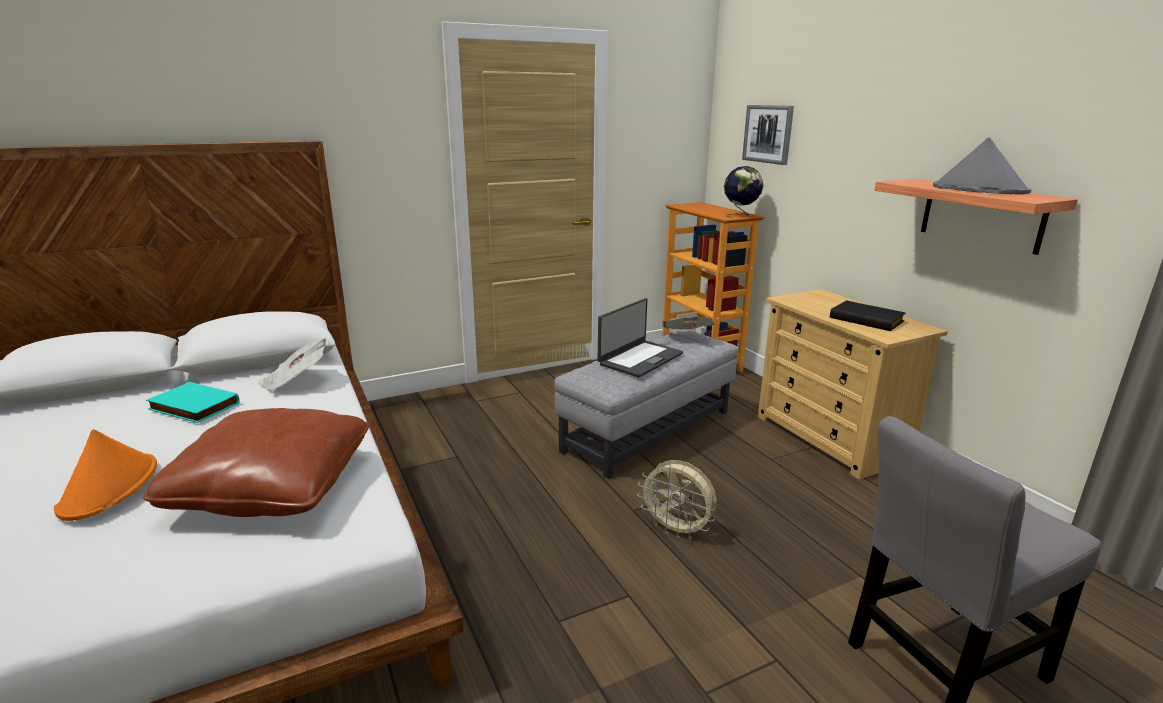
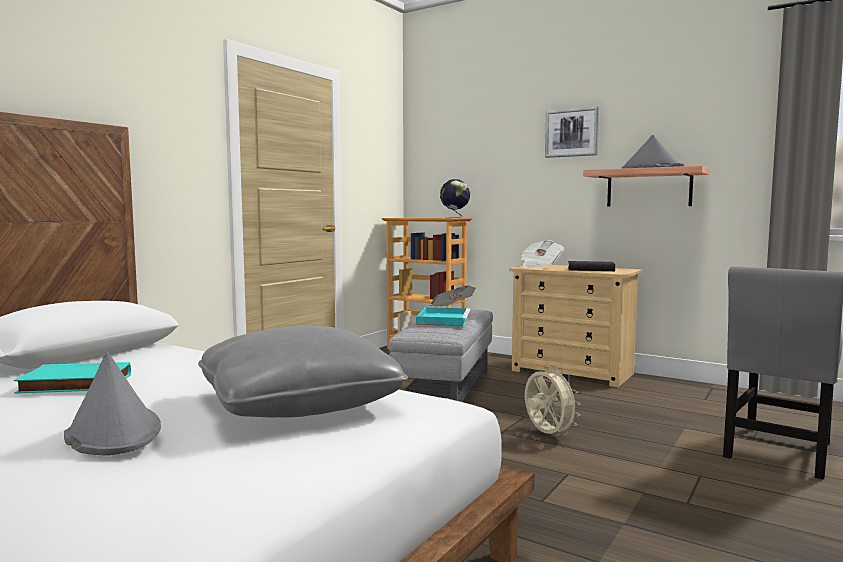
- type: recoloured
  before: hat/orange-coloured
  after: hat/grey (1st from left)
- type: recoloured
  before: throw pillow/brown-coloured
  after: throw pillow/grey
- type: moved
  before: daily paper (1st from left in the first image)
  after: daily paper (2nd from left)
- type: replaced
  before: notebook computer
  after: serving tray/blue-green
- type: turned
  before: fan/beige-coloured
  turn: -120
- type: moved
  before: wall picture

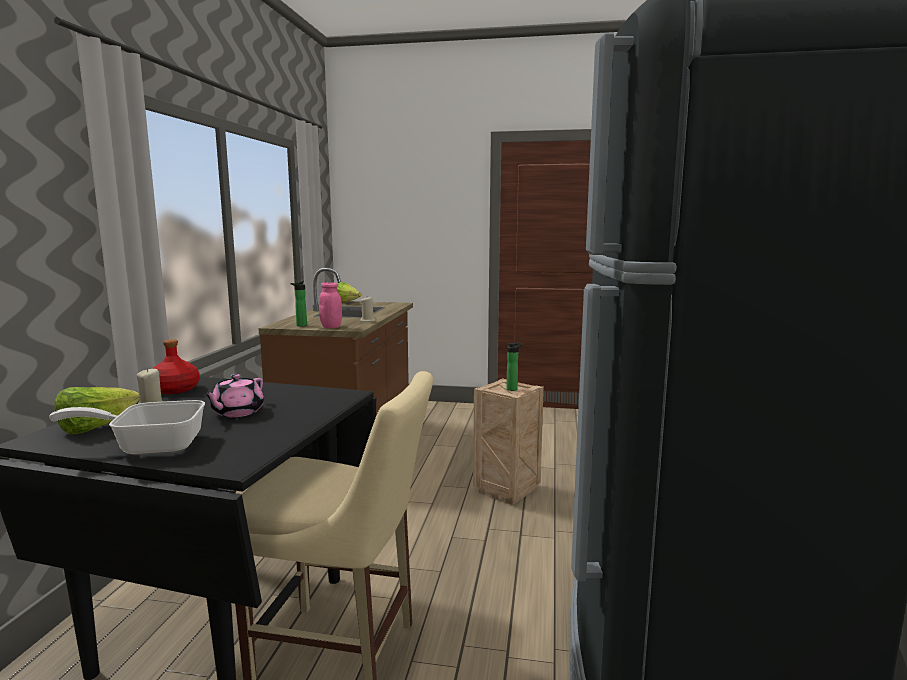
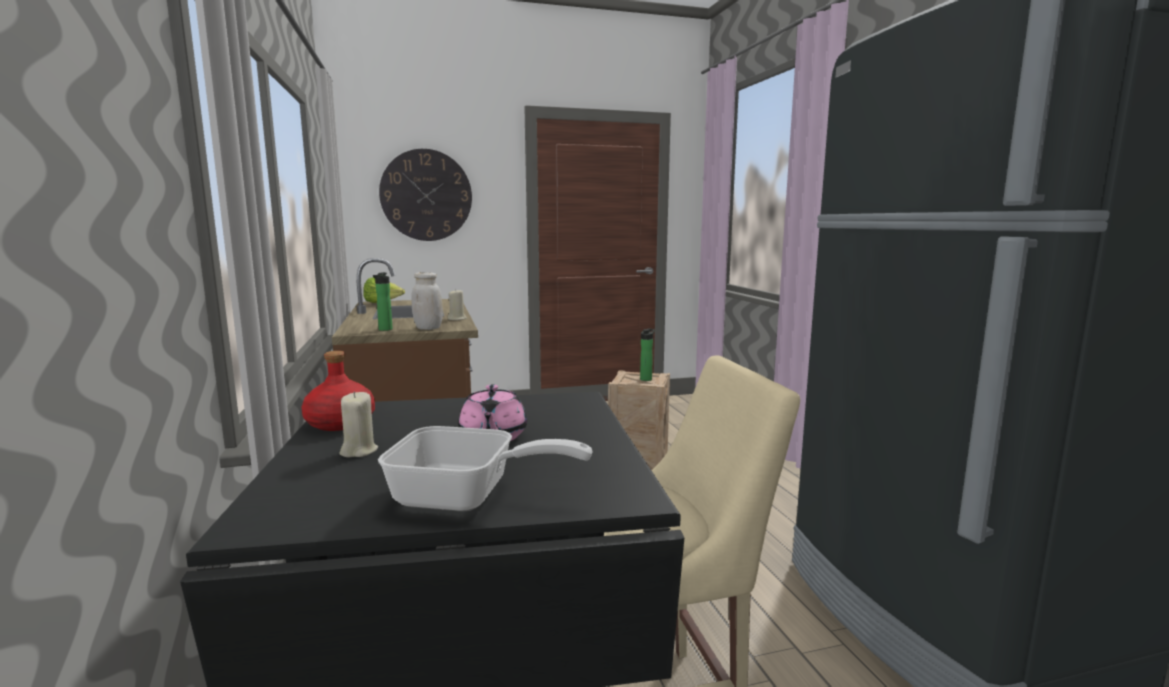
- type: turned
  before: frying pan
  turn: -135
- type: removed
  before: lettuce head (1st from left)
- type: recoloured
  before: jar/pink
  after: jar/white-coloured
- type: added
  after: wall clock

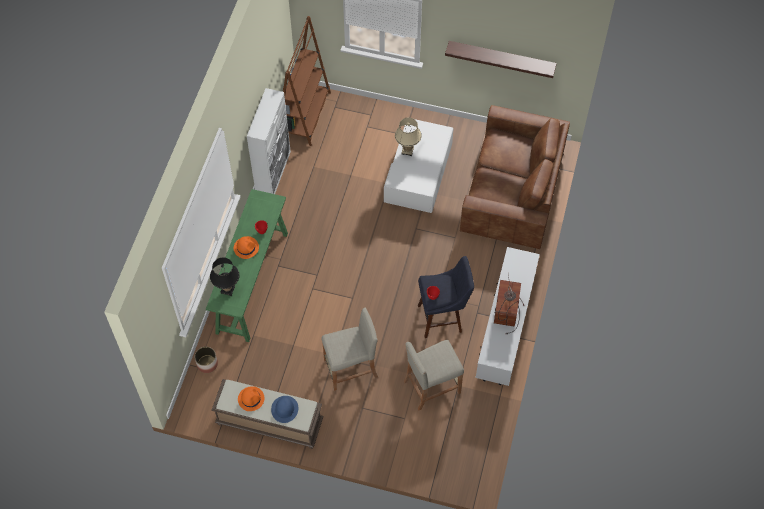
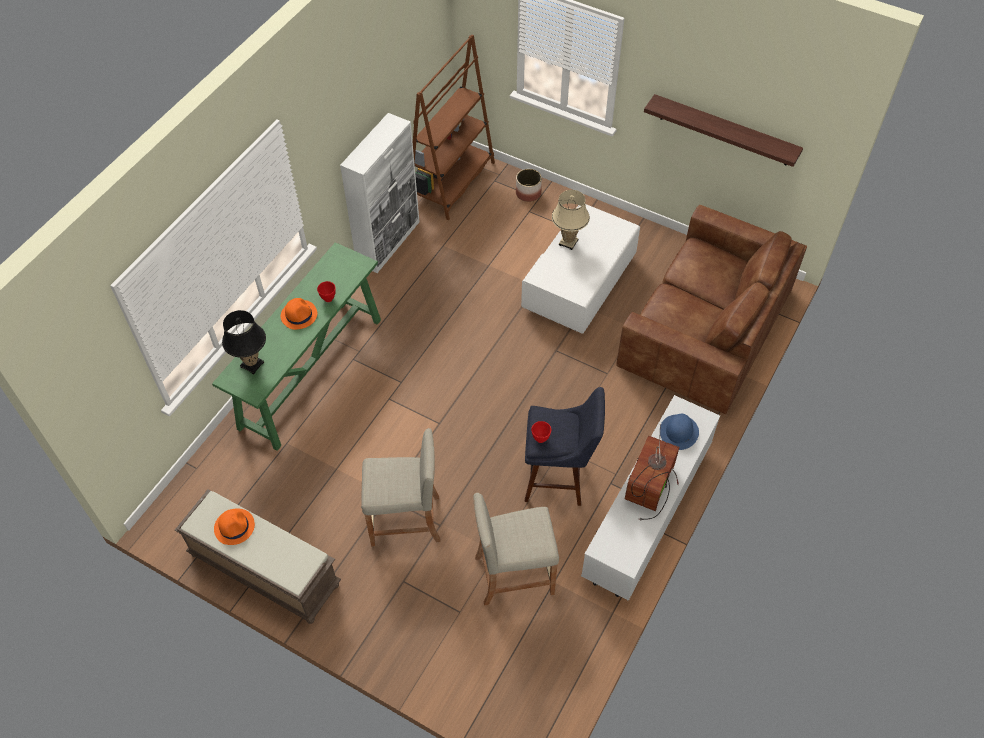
- type: moved
  before: flower pot
- type: moved
  before: hat/bluish

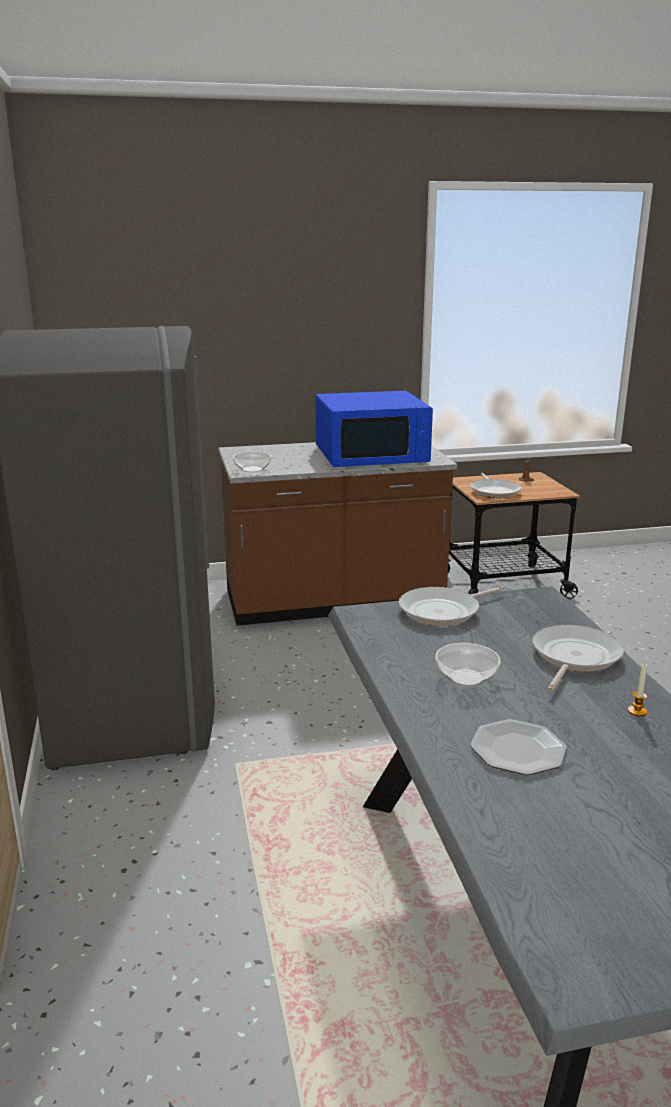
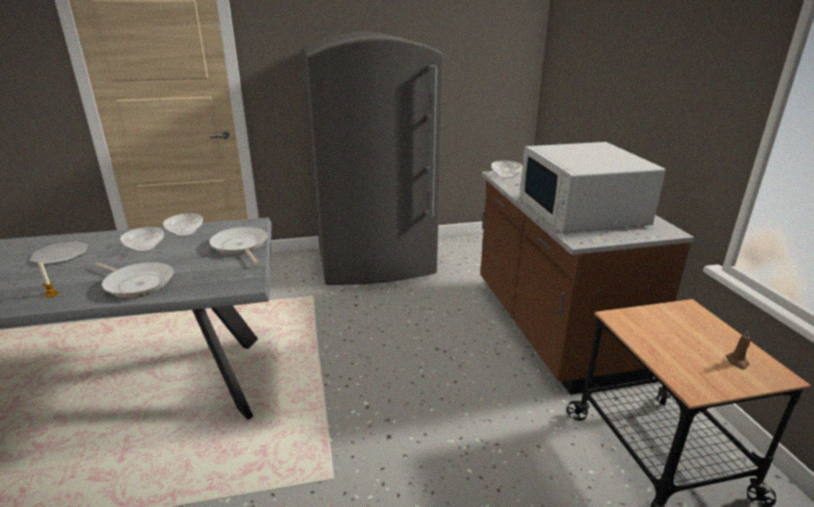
- type: recoloured
  before: microwave/bluish
  after: microwave/white-coloured
- type: removed
  before: frying pan (2nd from left)
- type: added
  after: bowl (2nd from left)

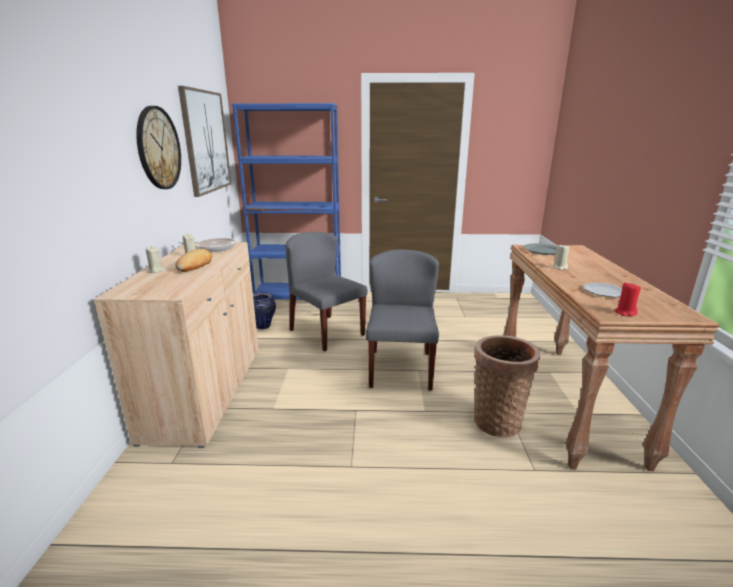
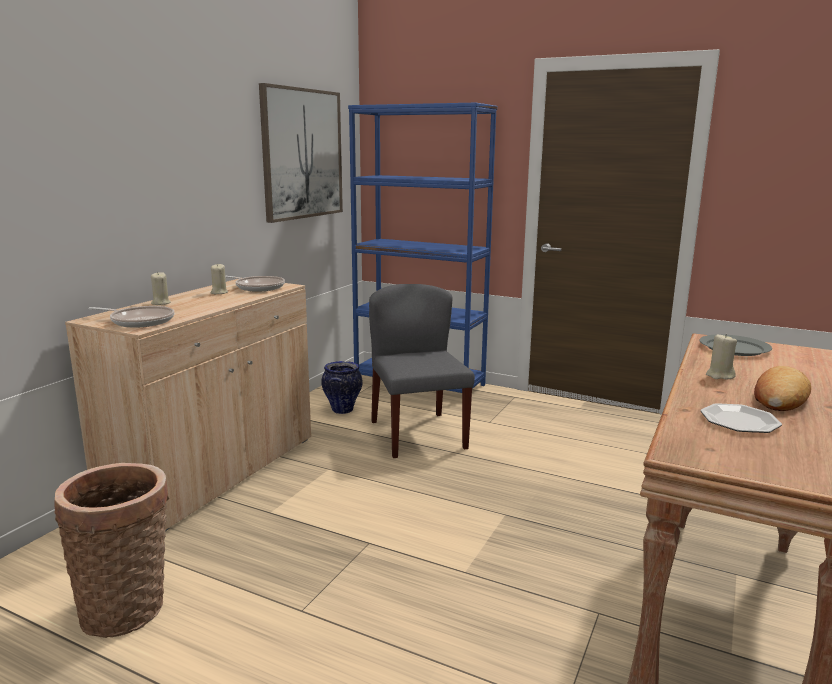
- type: removed
  before: wall clock
- type: moved
  before: bread
- type: removed
  before: chair/grey (2nd from left)
- type: moved
  before: basket
- type: removed
  before: wax light/red
- type: added
  after: frying pan (1st from left)

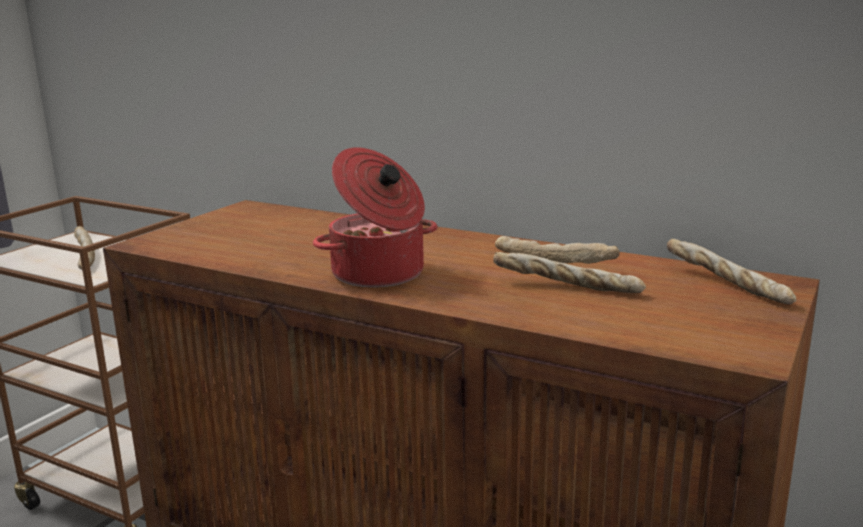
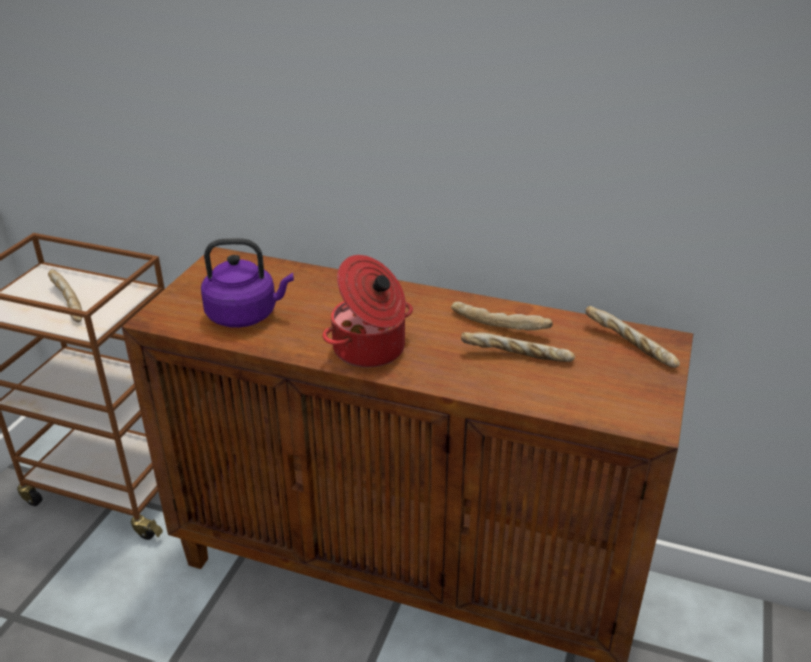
- type: added
  after: tea kettle/purplish

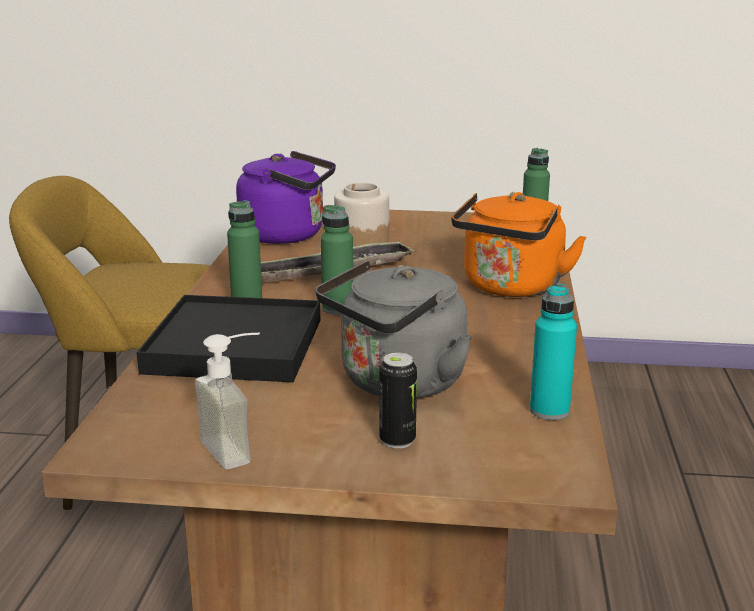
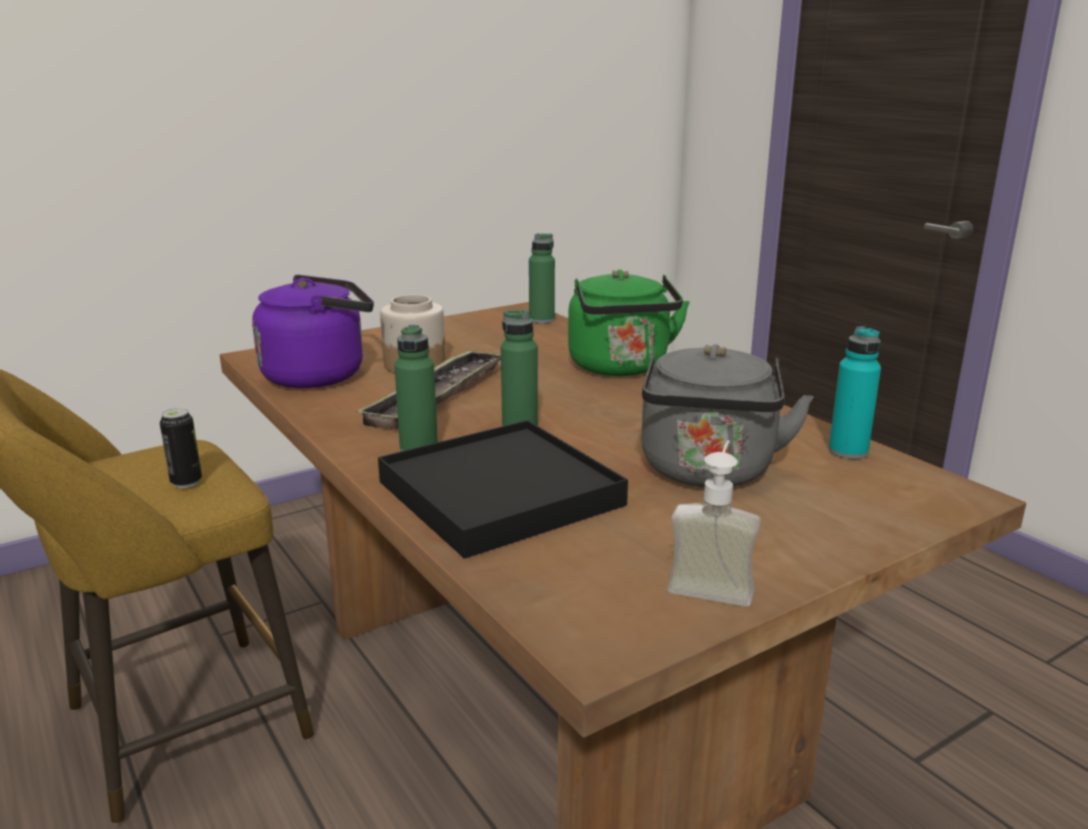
- type: moved
  before: metal can
- type: recoloured
  before: tea kettle/orange-coloured
  after: tea kettle/greenish

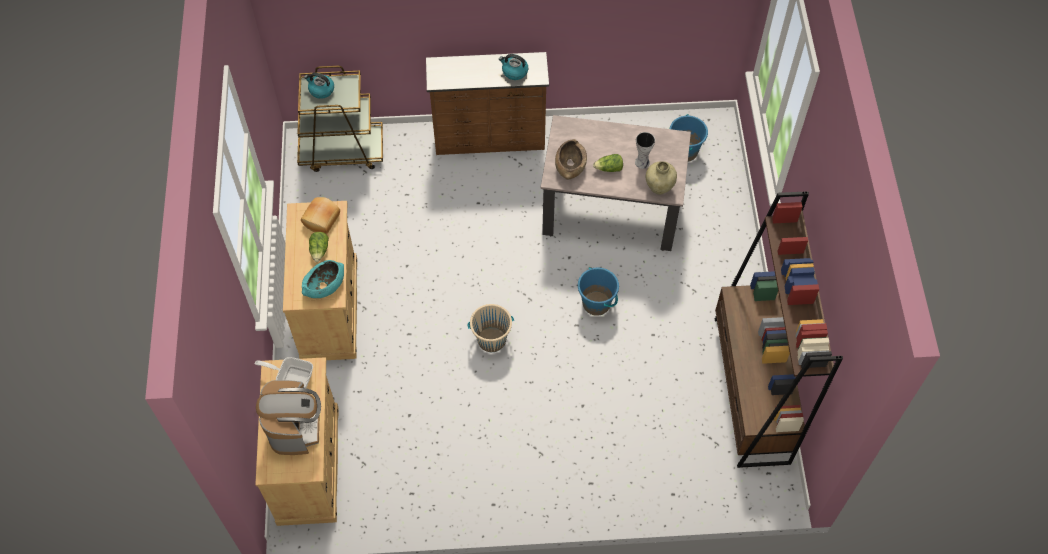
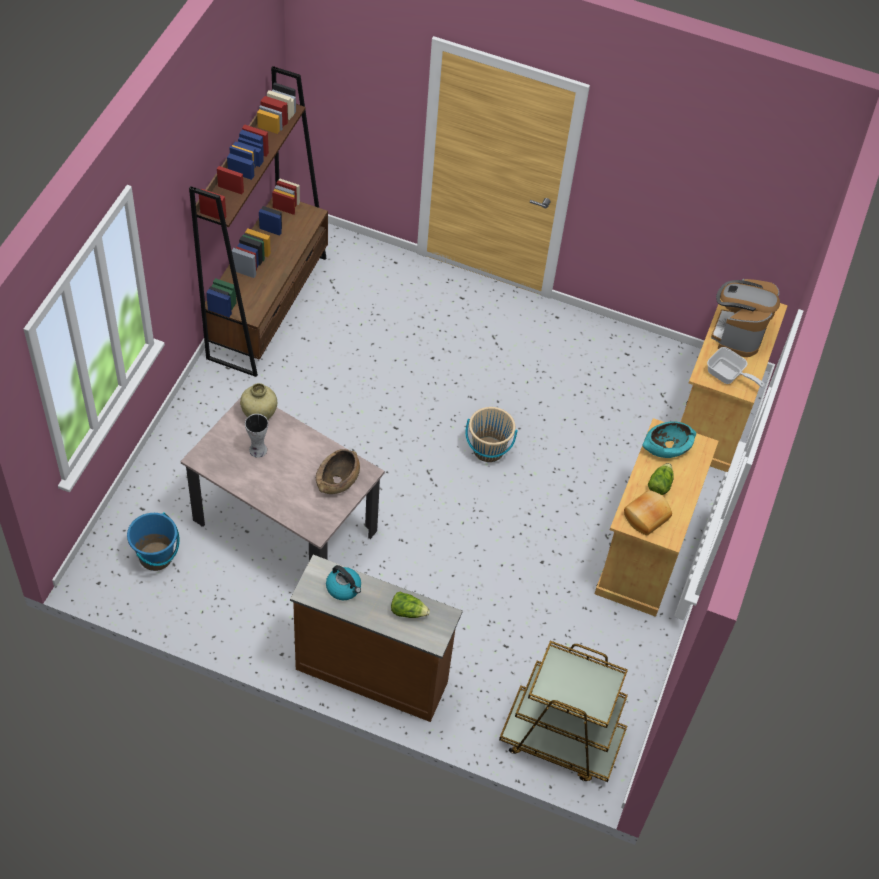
- type: removed
  before: tea kettle (1st from left)
- type: removed
  before: pail/bluish (1st from left)
- type: moved
  before: lettuce head (2nd from left in the first image)
  after: lettuce head (1st from left)

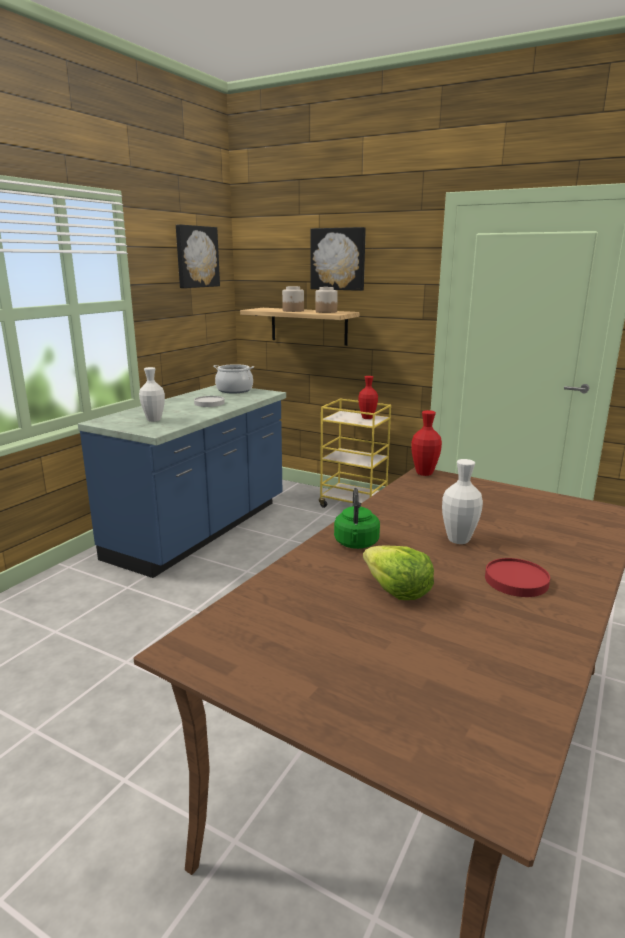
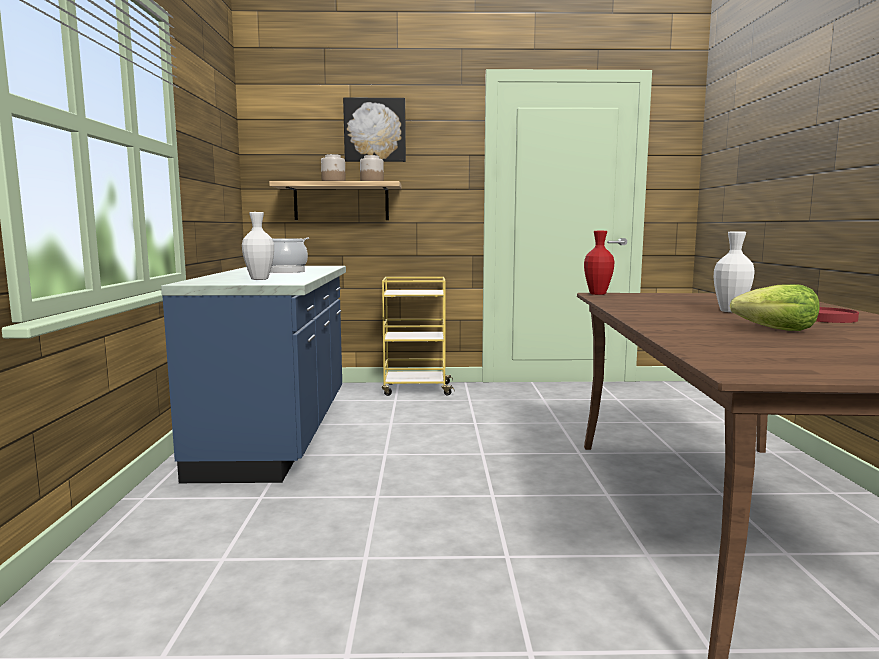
- type: removed
  before: wall picture (1st from left)
- type: removed
  before: tea kettle/greenish
- type: removed
  before: flower vase/red (1st from left)

